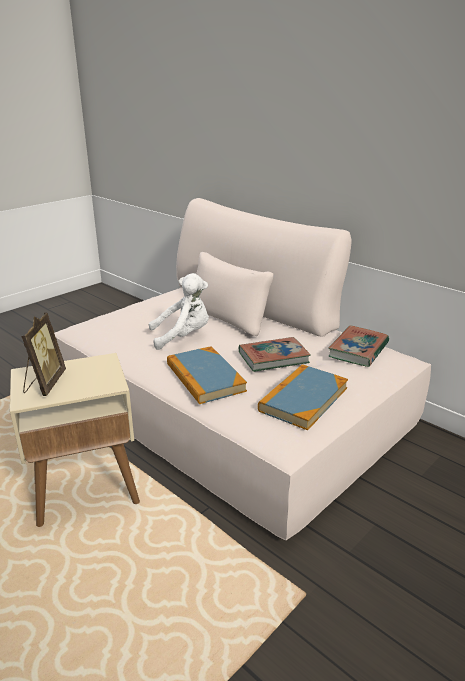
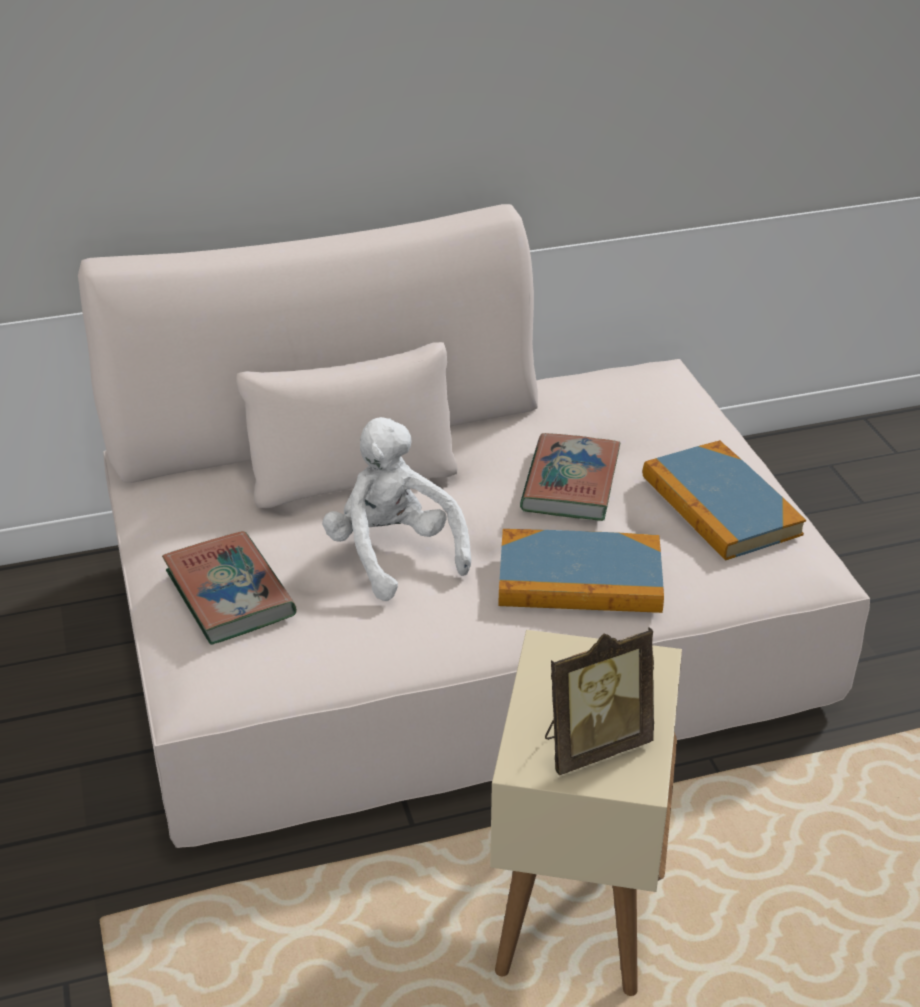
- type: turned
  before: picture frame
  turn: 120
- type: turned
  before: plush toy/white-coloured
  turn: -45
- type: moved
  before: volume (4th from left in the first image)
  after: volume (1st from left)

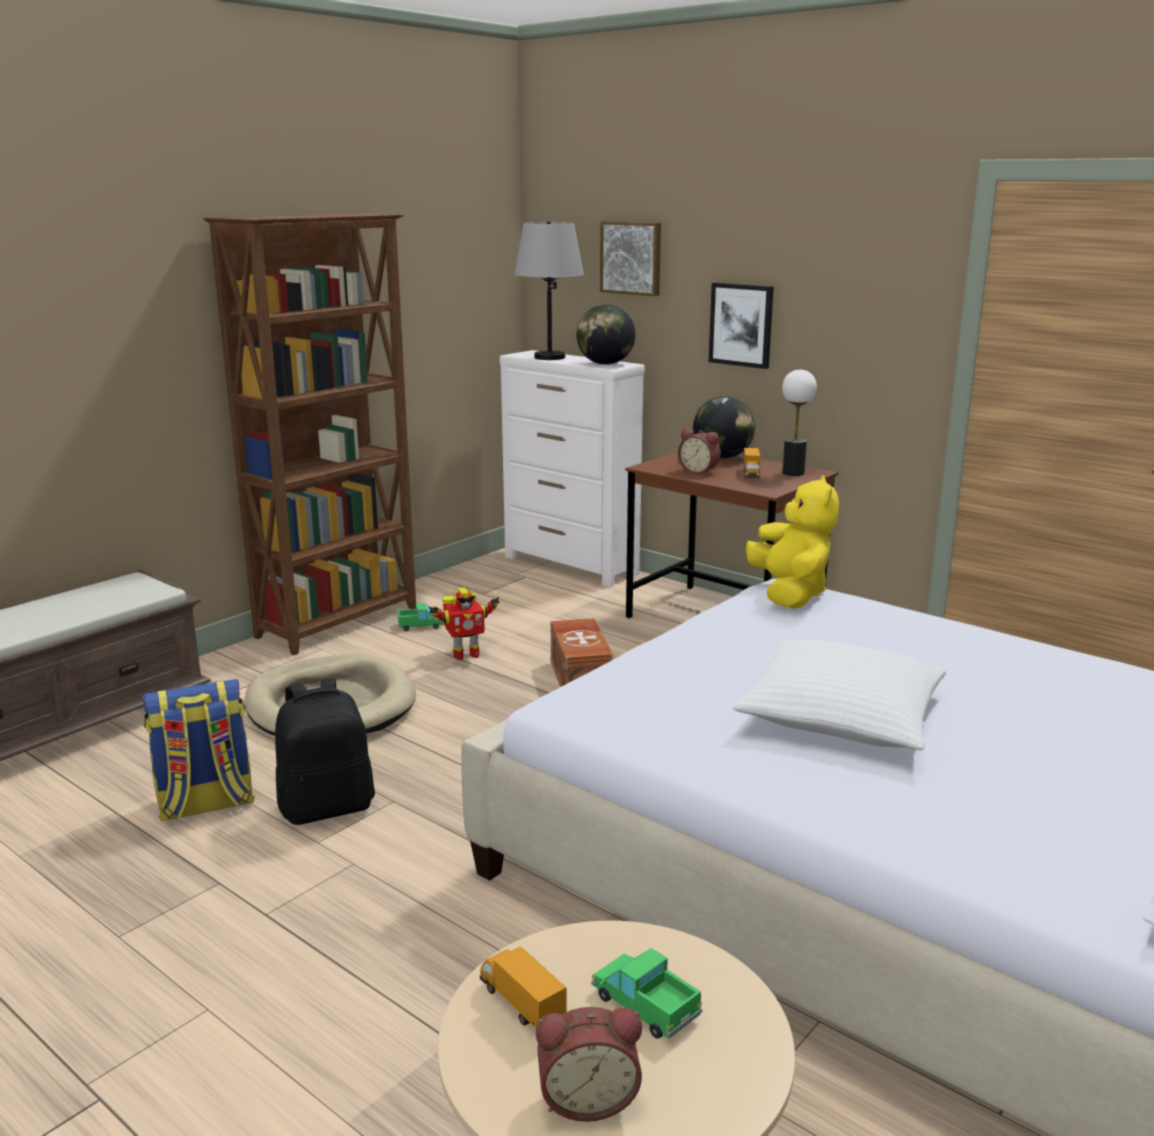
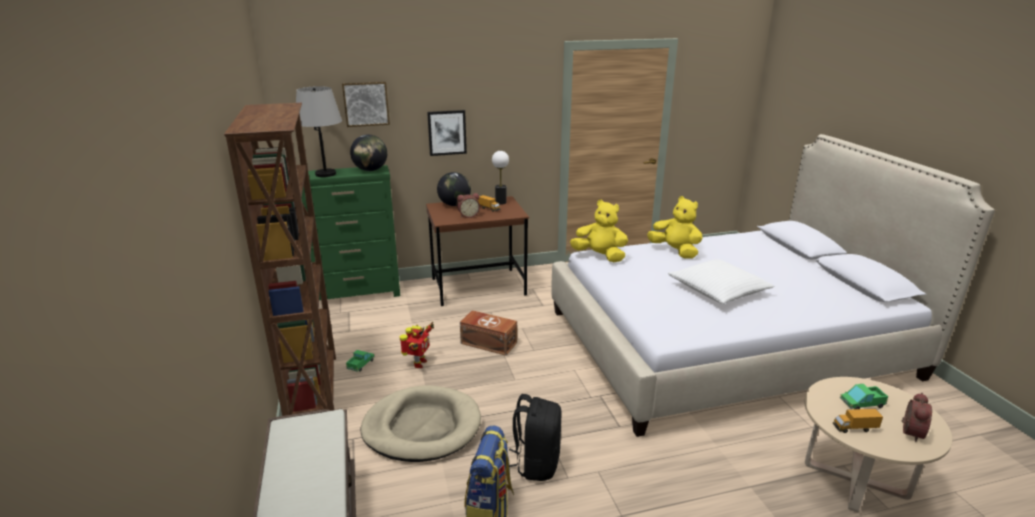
- type: recoloured
  before: drawer chest/white-coloured
  after: drawer chest/greenish
- type: added
  after: plush toy/yellow-coloured (2nd from left)

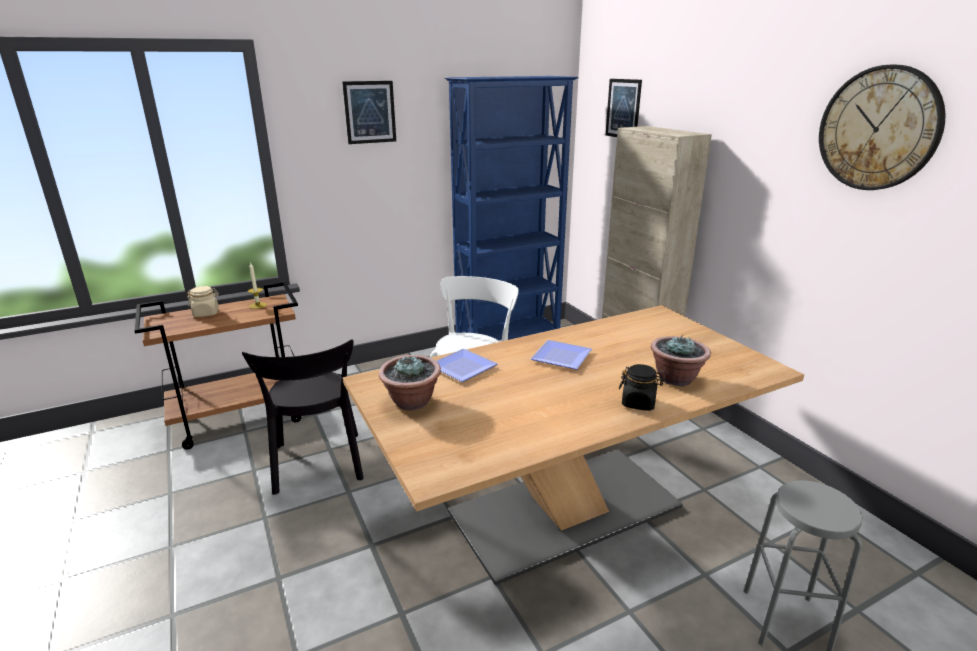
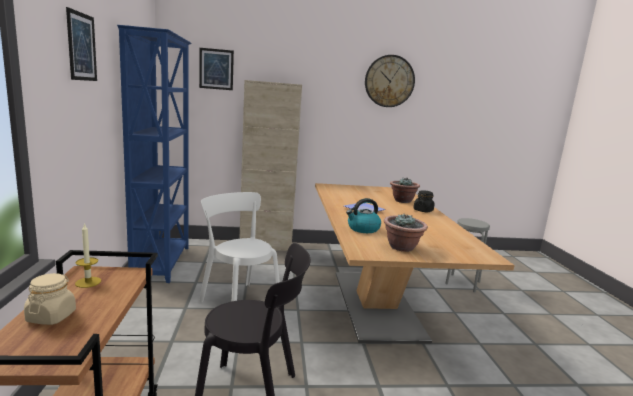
- type: replaced
  before: plate (1st from left)
  after: tea kettle

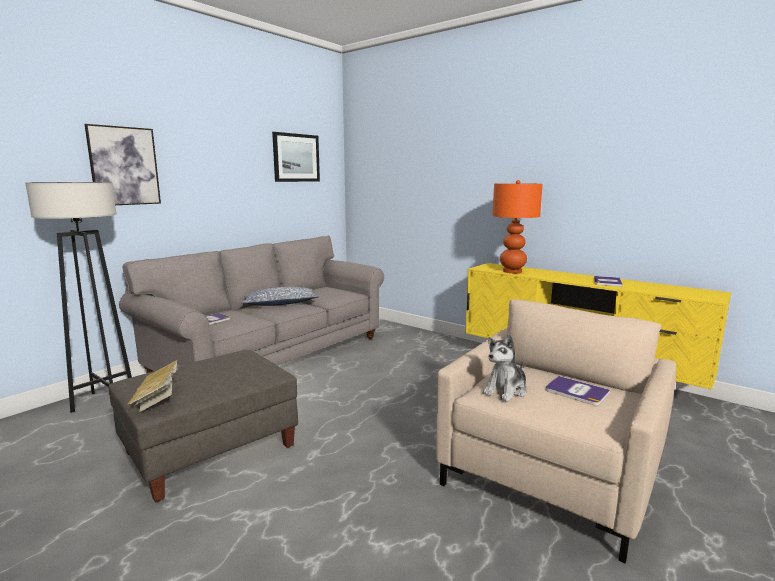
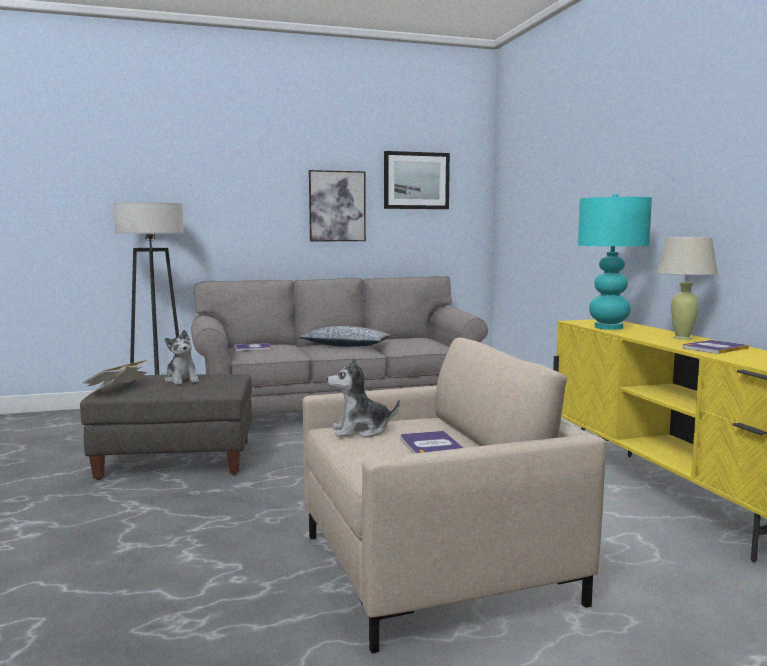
- type: moved
  before: wall picture (1st from left)
- type: recoloured
  before: tabletop lamp/orange-coloured
  after: tabletop lamp/blue-green
- type: added
  after: plush toy (1st from left)
- type: added
  after: tabletop lamp/beige-coloured

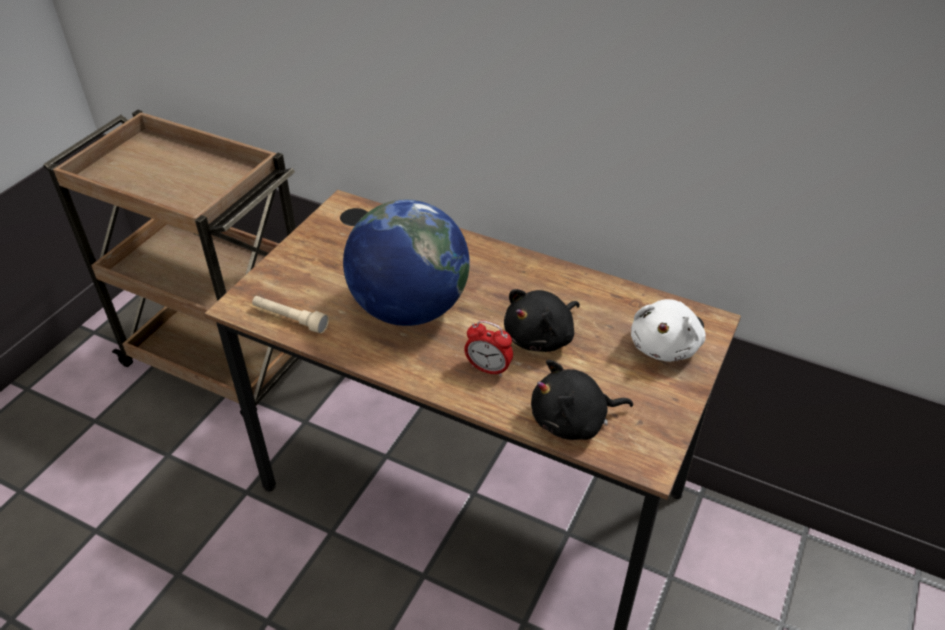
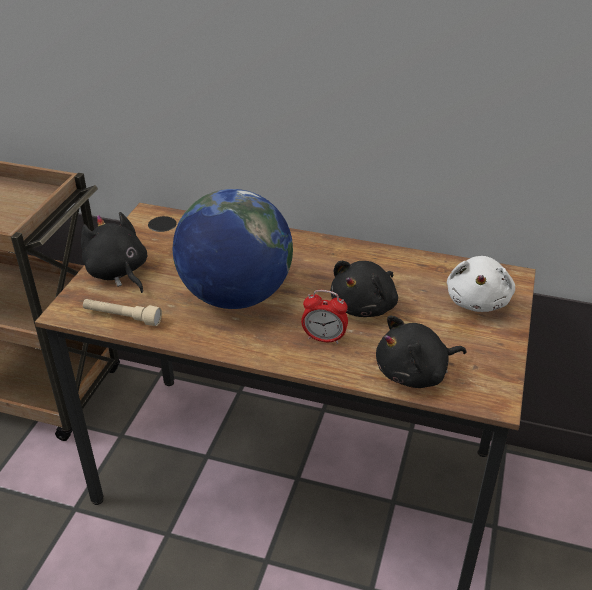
- type: added
  after: plush toy/blackish (1st from left)

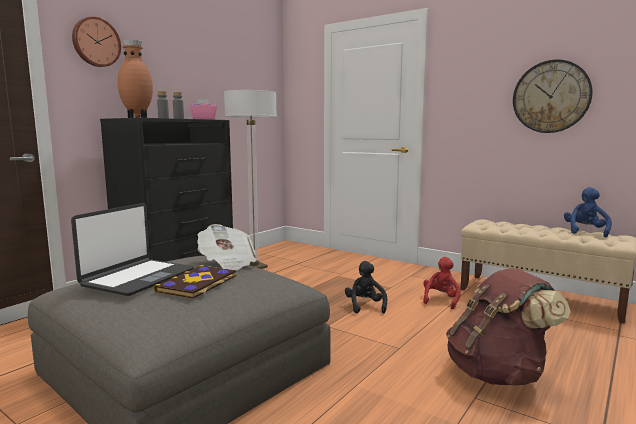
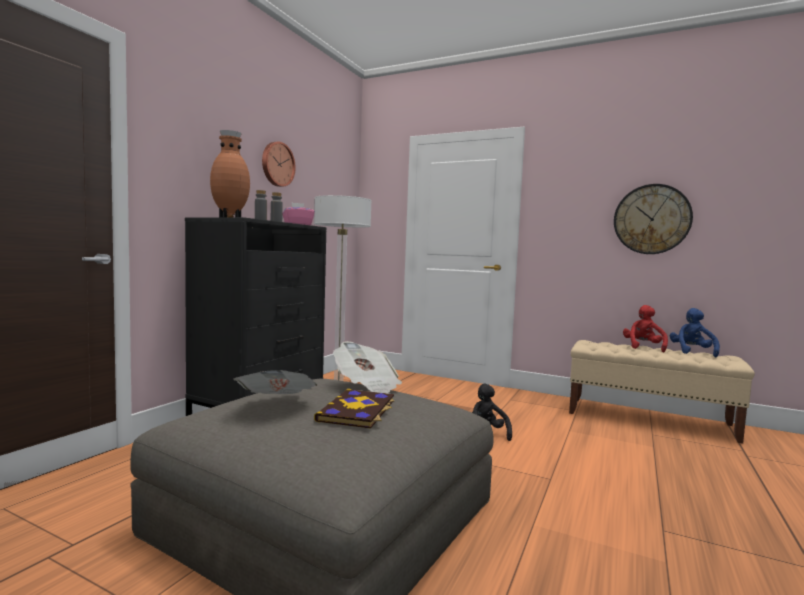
- type: replaced
  before: notebook computer
  after: daily paper (1st from left)
- type: moved
  before: wall clock (1st from left)
- type: moved
  before: plush toy/red
- type: removed
  before: rucksack/brown-coloured

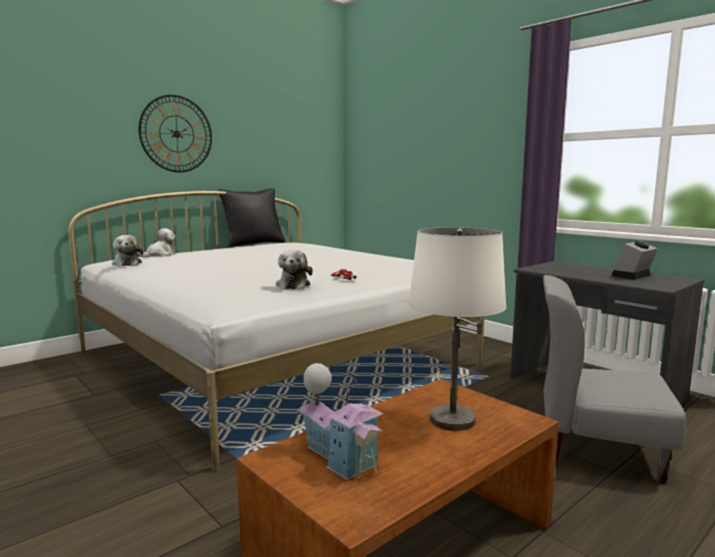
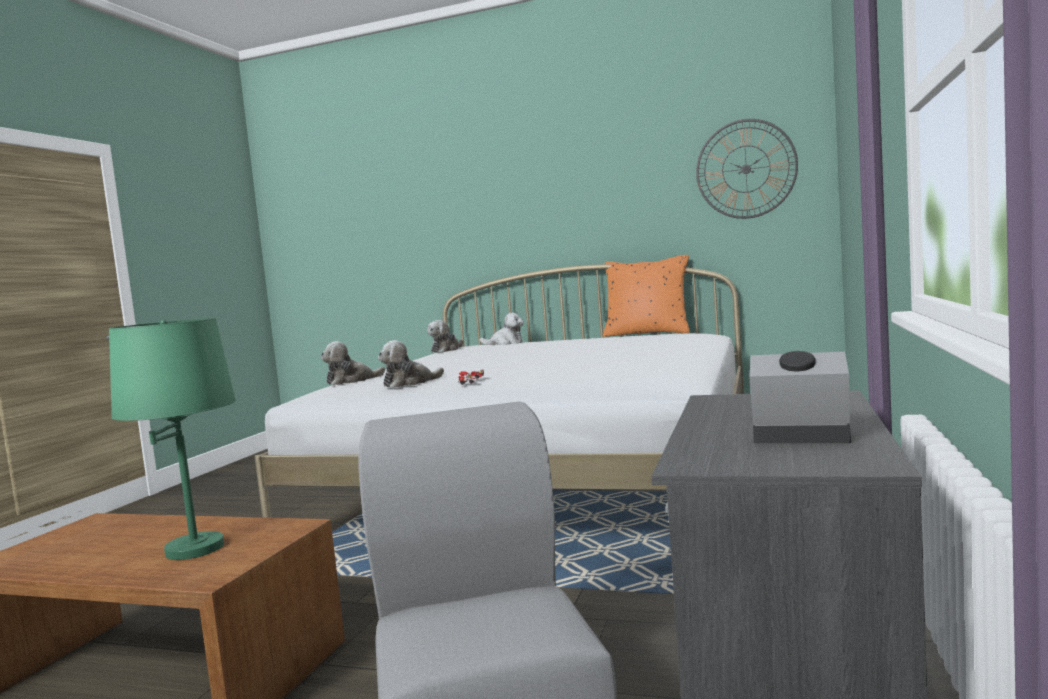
- type: moved
  before: wall clock
- type: recoloured
  before: throw pillow/blackish
  after: throw pillow/orange-coloured
- type: removed
  before: miniature house
- type: recoloured
  before: tabletop lamp/white-coloured
  after: tabletop lamp/greenish
- type: added
  after: plush toy (1st from left)

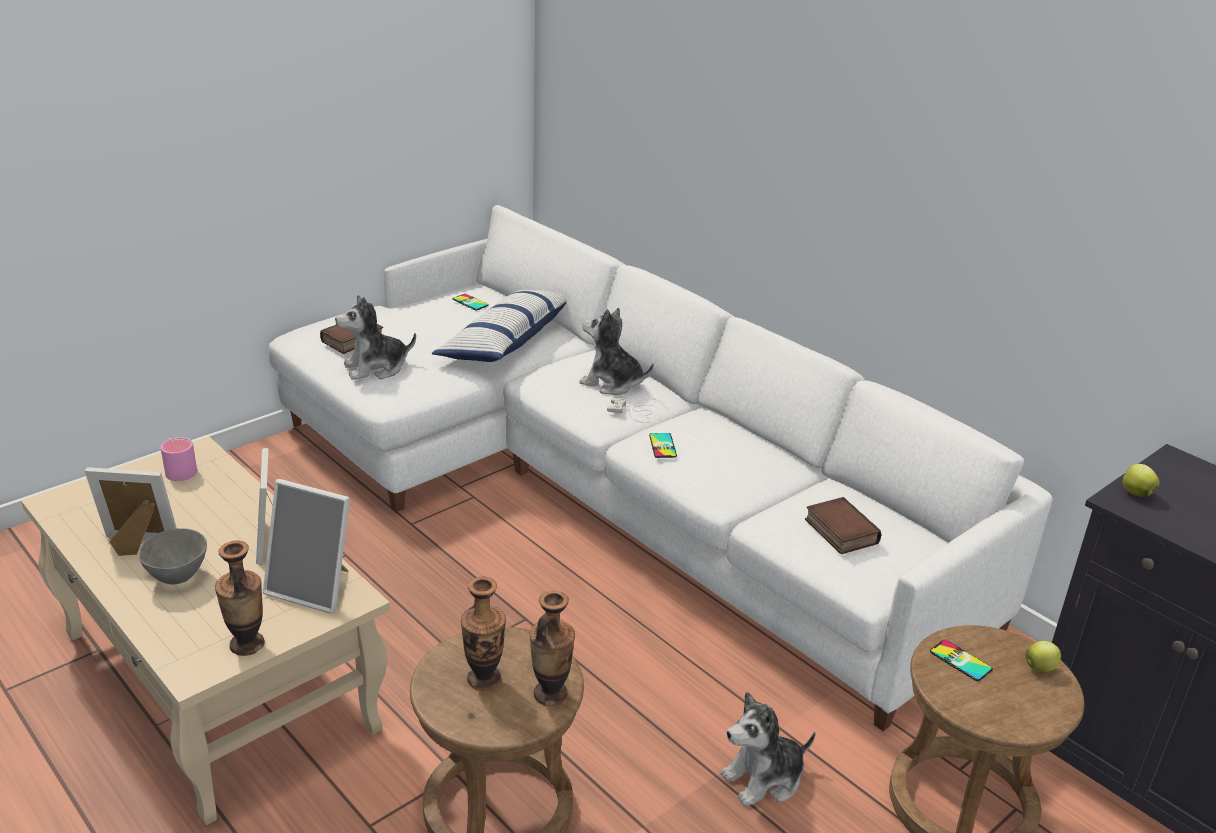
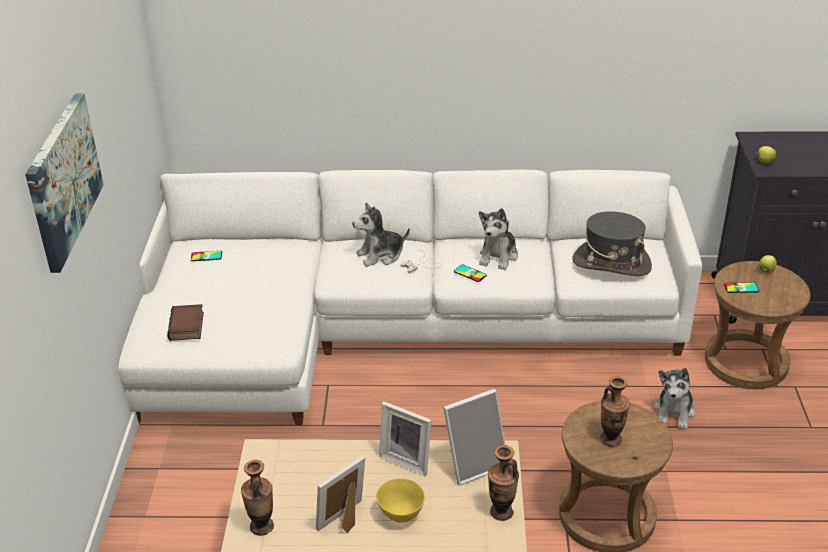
- type: recoloured
  before: bowl/grey
  after: bowl/yellow-coloured
- type: removed
  before: mug/pink
- type: moved
  before: plush toy (1st from left in the first image)
  after: plush toy (2nd from left)
- type: removed
  before: throw pillow
- type: moved
  before: flower vase (3rd from left in the first image)
  after: flower vase (1st from left)
- type: replaced
  before: volume (2nd from left)
  after: hat/grey
- type: added
  after: wall picture

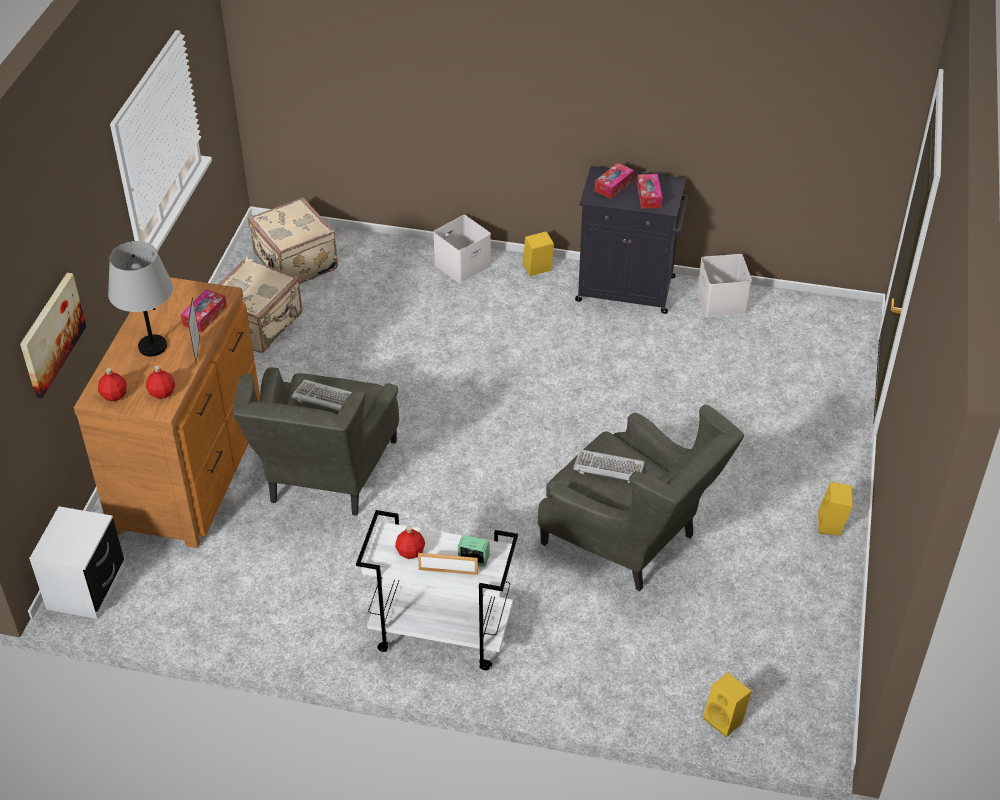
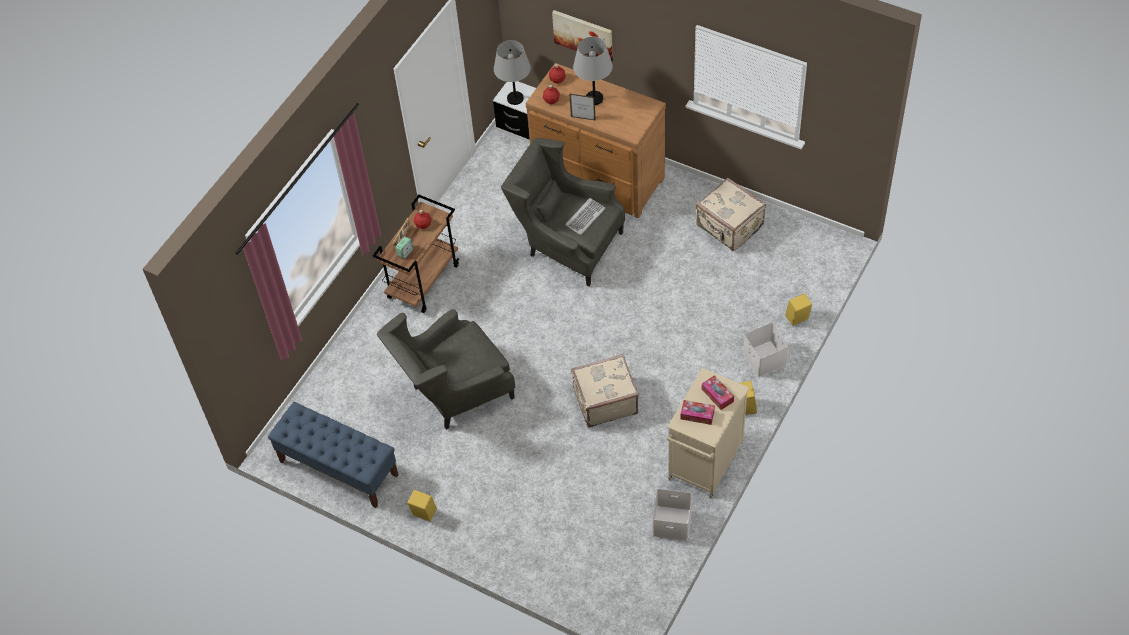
- type: removed
  before: box of tissues (1st from left)
- type: moved
  before: suitcase/beige-coloured (2nd from left in the first image)
  after: suitcase/beige-coloured (1st from left)
- type: recoloured
  before: cart/white-coloured
  after: cart/brown-coloured
- type: removed
  before: computer keyboard (2nd from left)
- type: recoloured
  before: cupboard/blackish
  after: cupboard/beige-coloured
- type: moved
  before: loudspeaker/yellow-coloured (2nd from left in the first image)
  after: loudspeaker/yellow-coloured (3rd from left)
- type: added
  after: bench/bluish
- type: added
  after: tabletop lamp/grey (1st from left)

